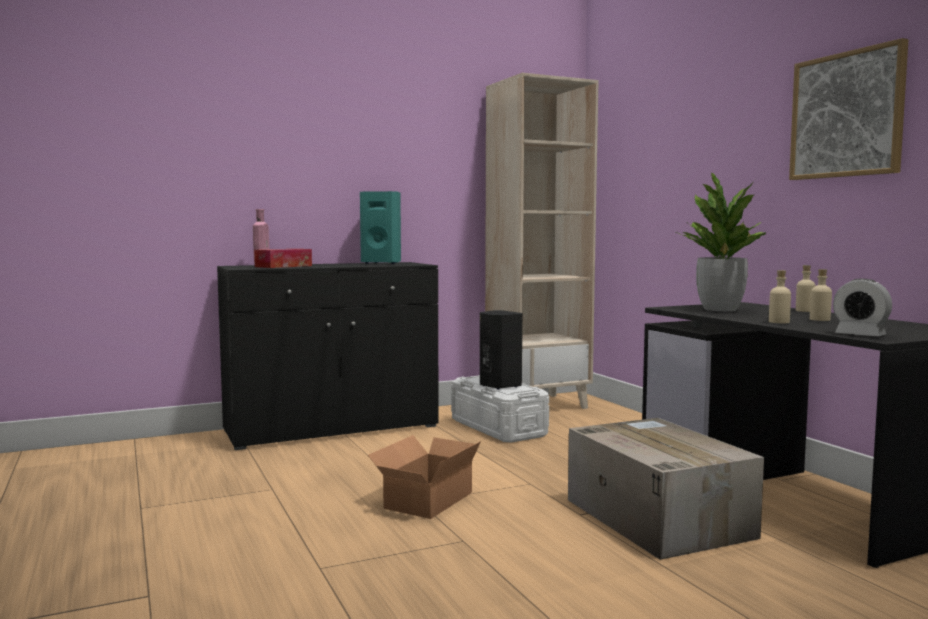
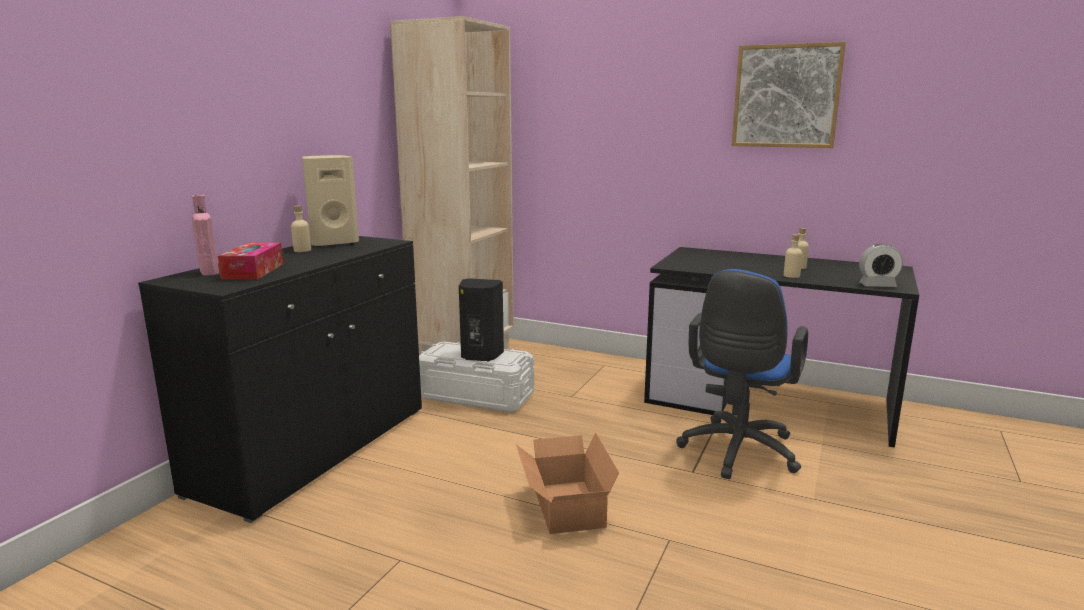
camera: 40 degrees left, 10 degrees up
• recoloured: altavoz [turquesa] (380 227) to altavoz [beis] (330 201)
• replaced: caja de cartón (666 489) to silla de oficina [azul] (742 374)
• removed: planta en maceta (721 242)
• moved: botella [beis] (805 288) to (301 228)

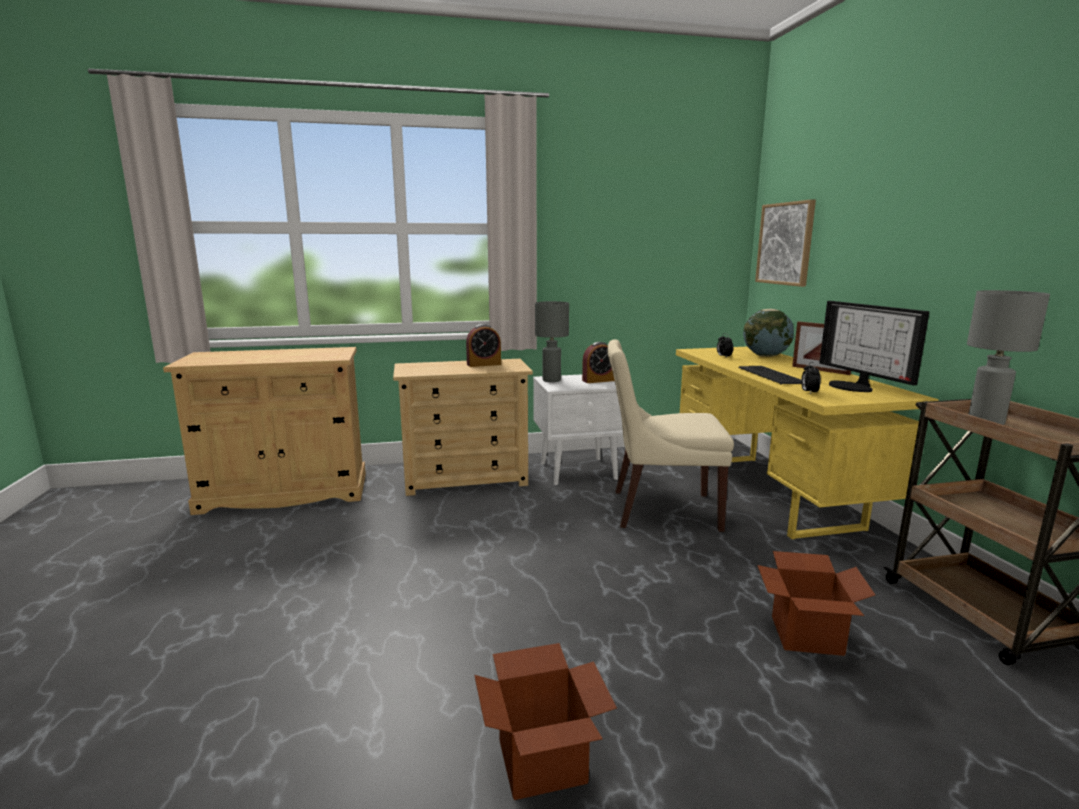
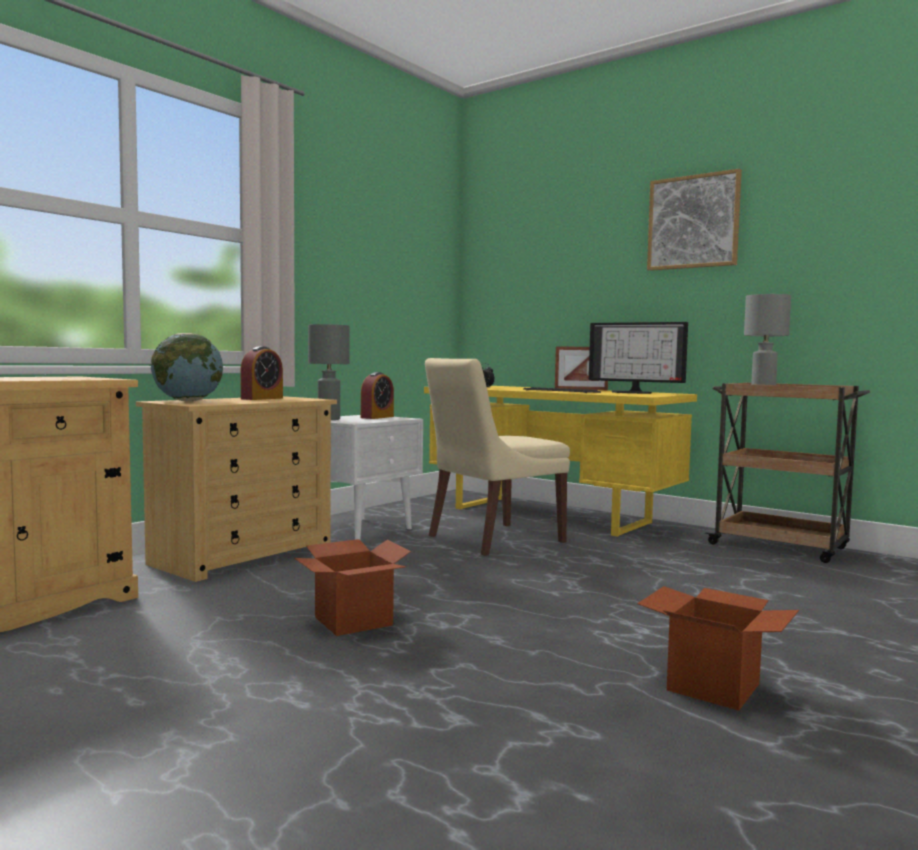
camera: 40 degrees left, 10 degrees down
• moved: globo terráqueo (768 333) to (187 367)
• moved: cuadro (785 243) to (694 219)
• moved: caja de cartón (816 603) to (352 587)
• removed: despertador (811 378)

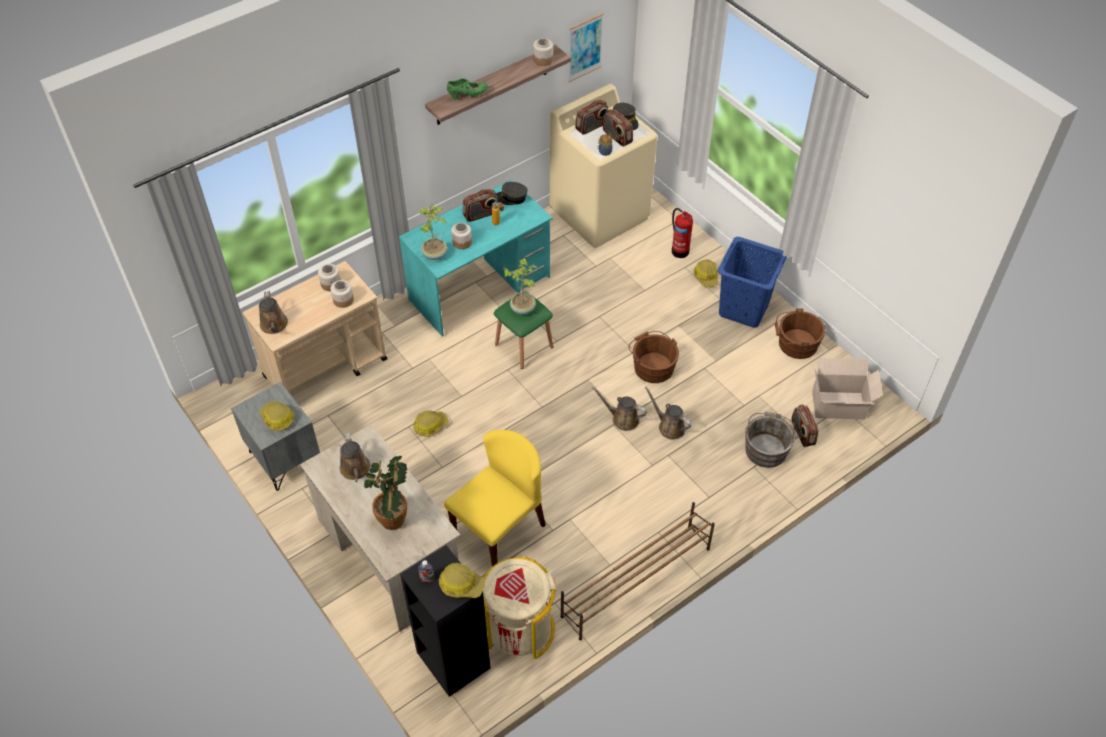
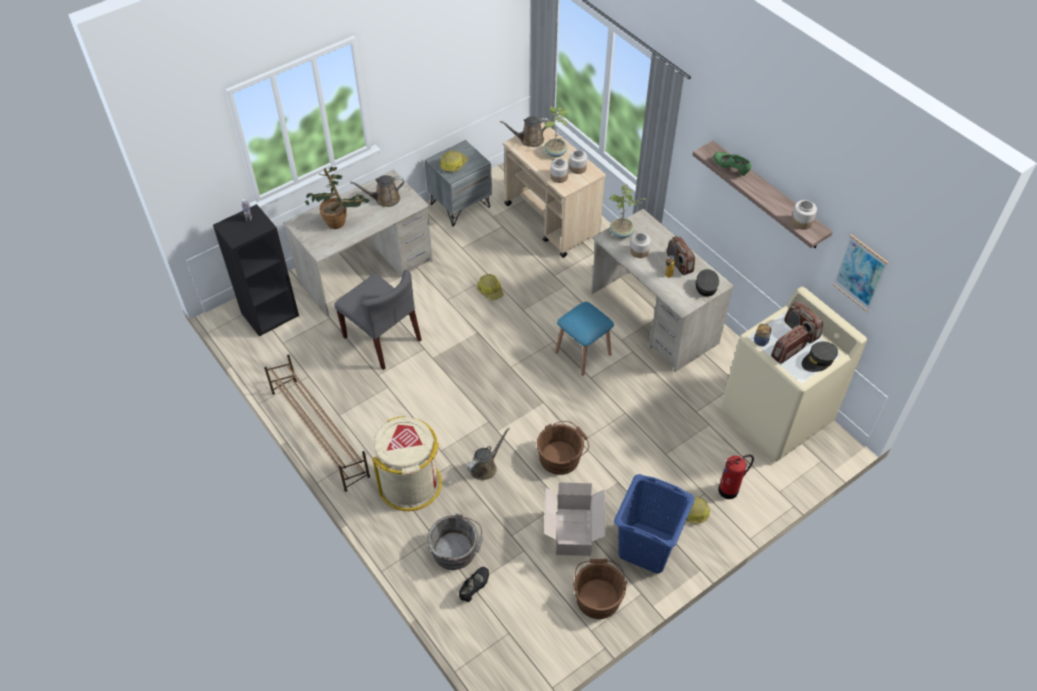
camera: 90 degrees right, 0 degrees up
• recoloured: escritorio [turquesa] (475 258) to escritorio [beis] (662 290)
• removed: casco (462 580)
• recoloured: silla [amarillo] (495 498) to silla [gris] (378 320)
• turned: zapato [verde] (468 89) = (732 164) 150 degrees clockwise
• moved: papelera [beis] (520 608) to (407 463)
• recoloured: taburete [verde] (523 330) to taburete [azul] (584 339)
• moved: planta en maceta (519 286) to (556 132)
• removed: regadera [marrón] (619 408)
• replaced: radio (805 425) to zapato [negro] (474 584)
• moved: caja de cartón (847 389) to (575 519)

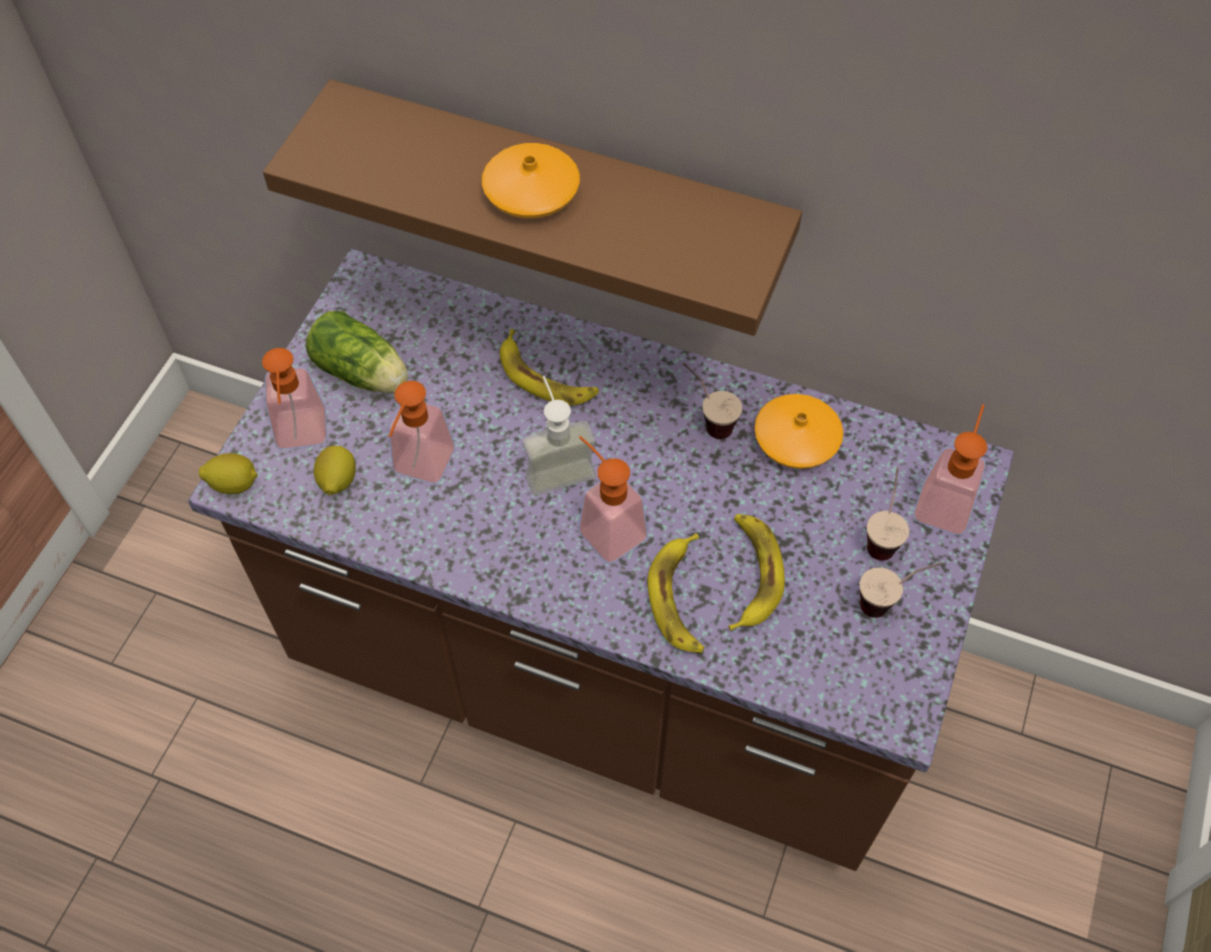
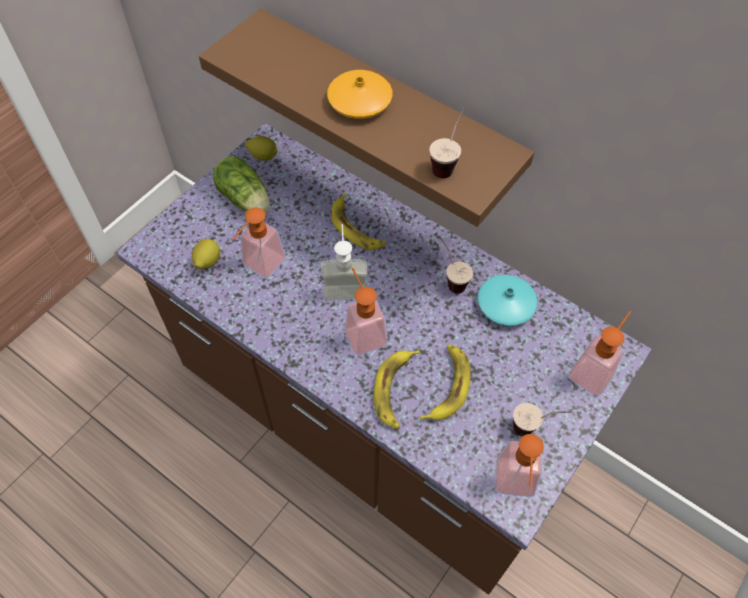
camera: 15 degrees right, 0 degrees up
• moved: limón (228 473) to (262 148)
• moved: dispensador de jabón (294 399) to (519 465)
• recoloured: florero [naranja] (798 431) to florero [turquesa] (508 300)
• moved: taza (888 514) to (447 142)

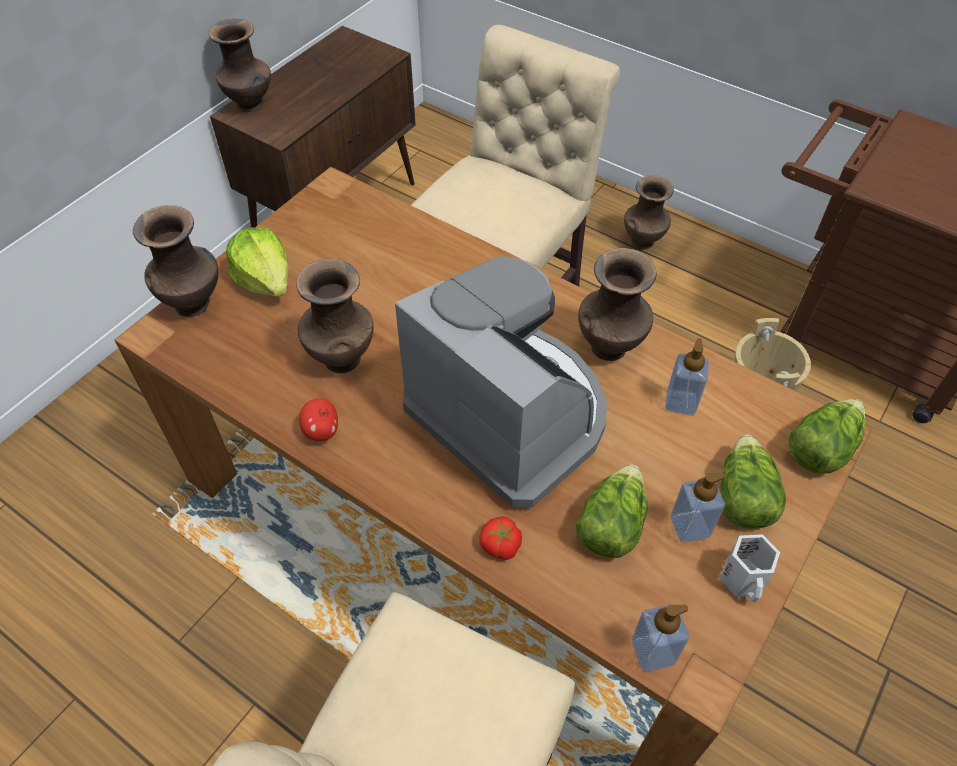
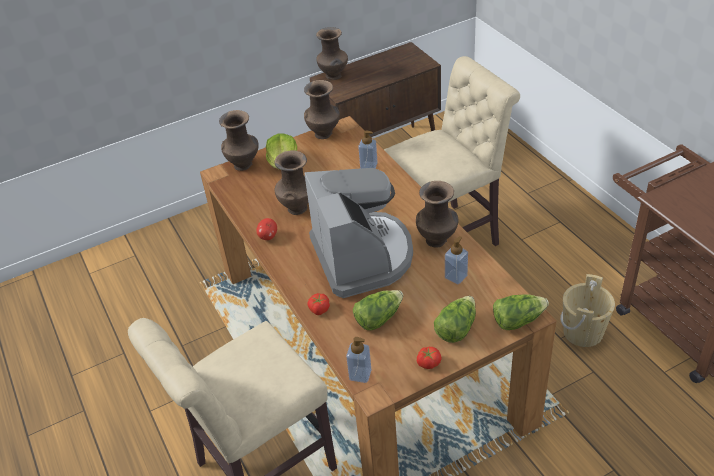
camera: 30 degrees right, 10 degrees down
• moved: florero [marrón] (649 212) to (322 109)
• moved: dispensador de jabón (698 507) to (368 149)
• replaced: taza grande [blanco] (750 568) to tomate (429 358)

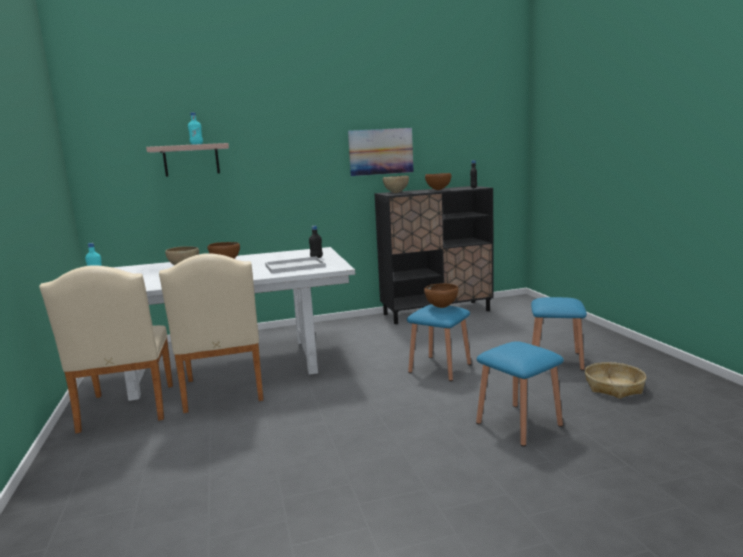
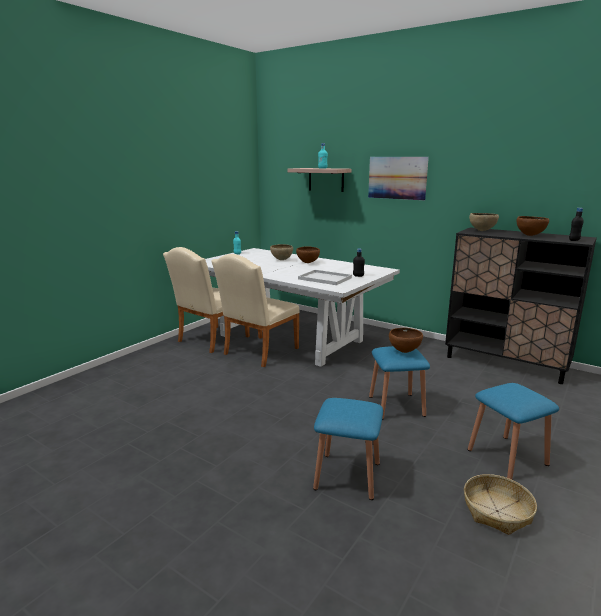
camera: 50 degrees right, 5 degrees up
• moved: cuadro (381 152) to (398 178)

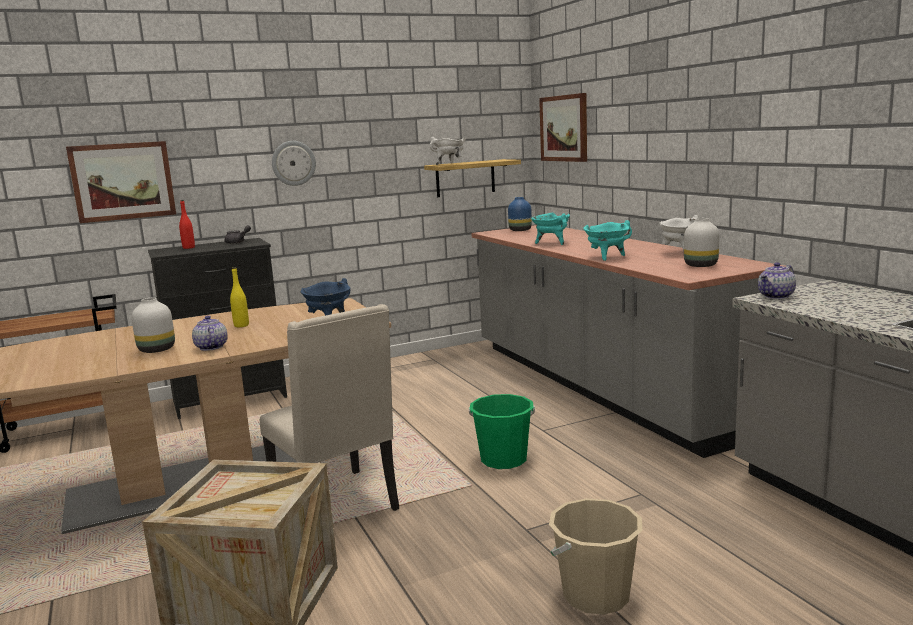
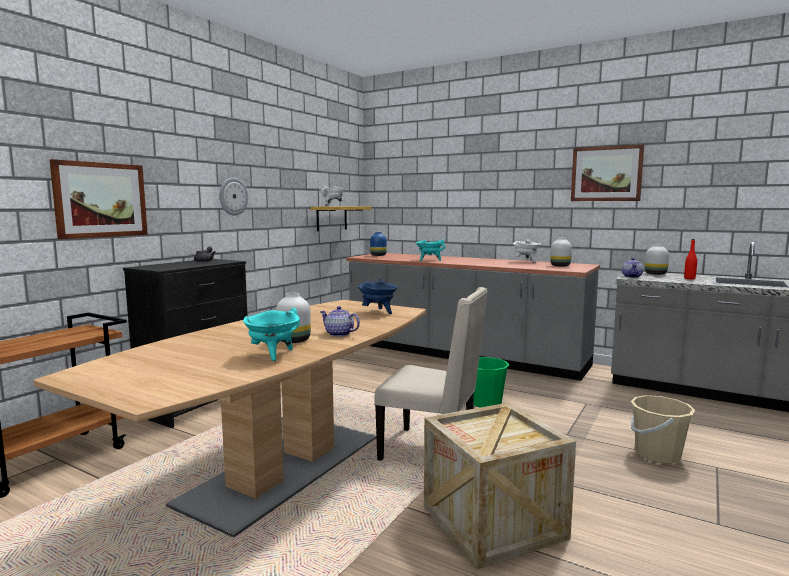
camera: 35 degrees left, 5 degrees down
• moved: botella [rojo] (187 224) to (690 259)
• removed: botella [amarillo] (239 297)
• moved: cuadro (563 127) to (607 172)
• moved: olla [turquesa] (607 240) to (271 334)
• added: florero [blanco] (657 259)

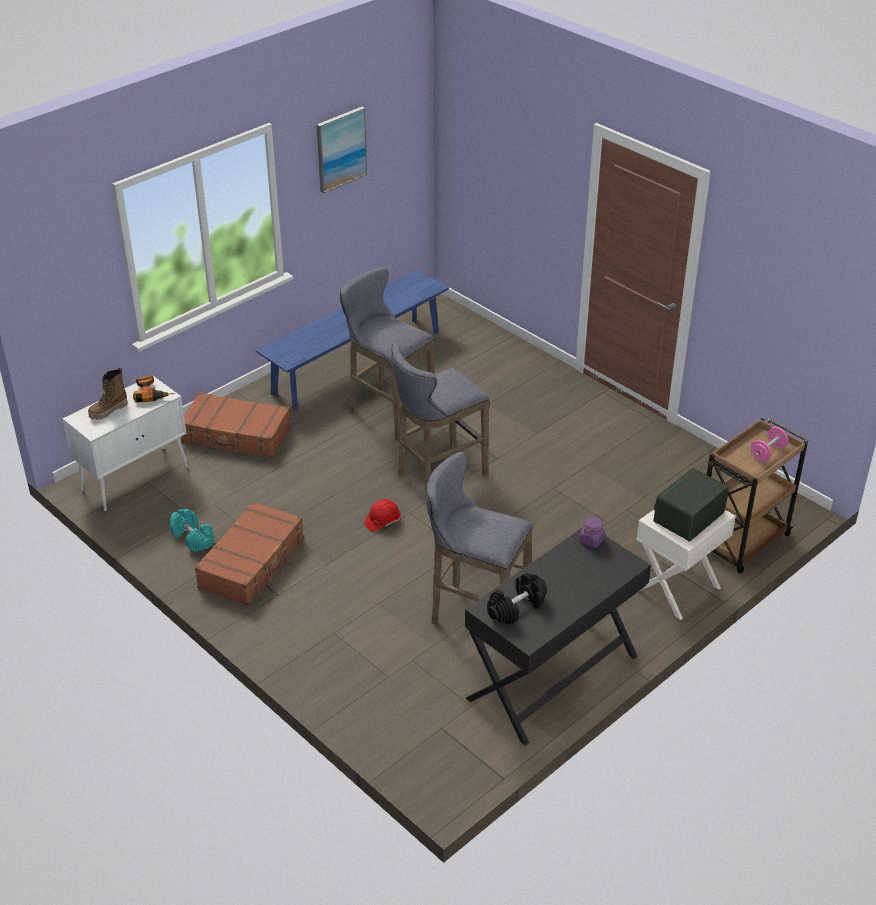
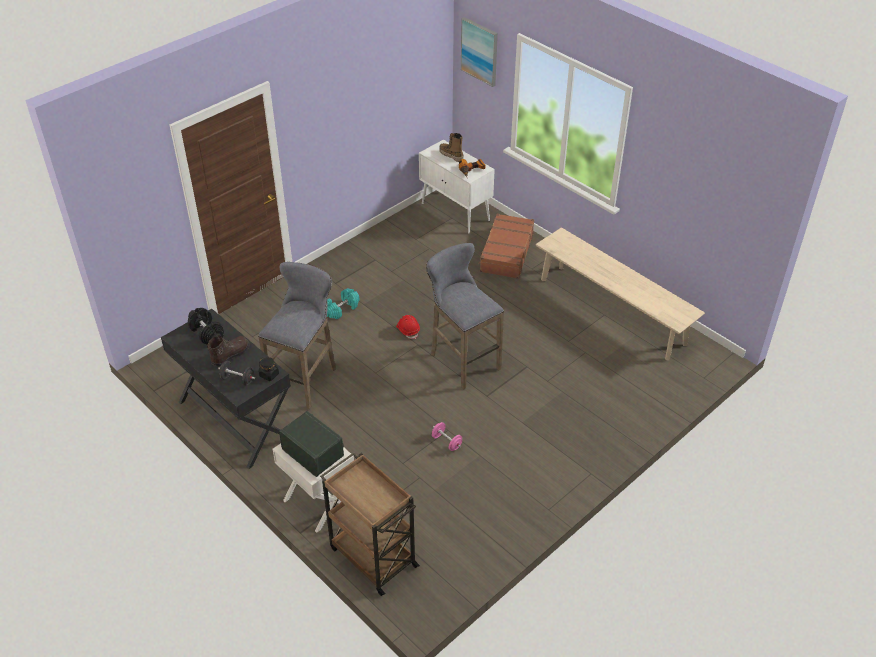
camera: 90 degrees right, 5 degrees up
• moved: mancuerna [turquesa] (192 530) to (343 303)
• removed: maleta [marrón] (249 553)
• recoloured: banco [azul] (352 340) to banco [beis] (620 294)
• moved: cuadro (342 150) to (479 52)
• removed: taburete [gris] (387 354)
• recoloured: tarro [morado] (592 532) to tarro [negro] (269 369)
• moved: mancuerna [rosa] (769 444) to (447 436)
• added: bota [marrón] (228 351)
• added: mancuerna [negro] (236 373)

